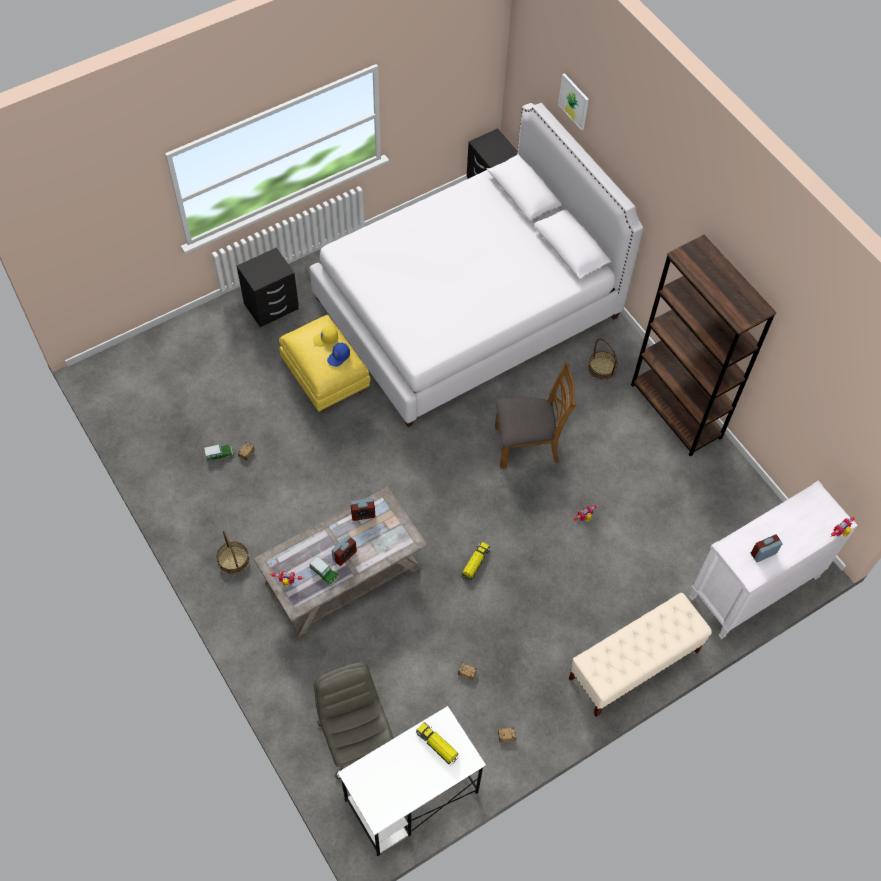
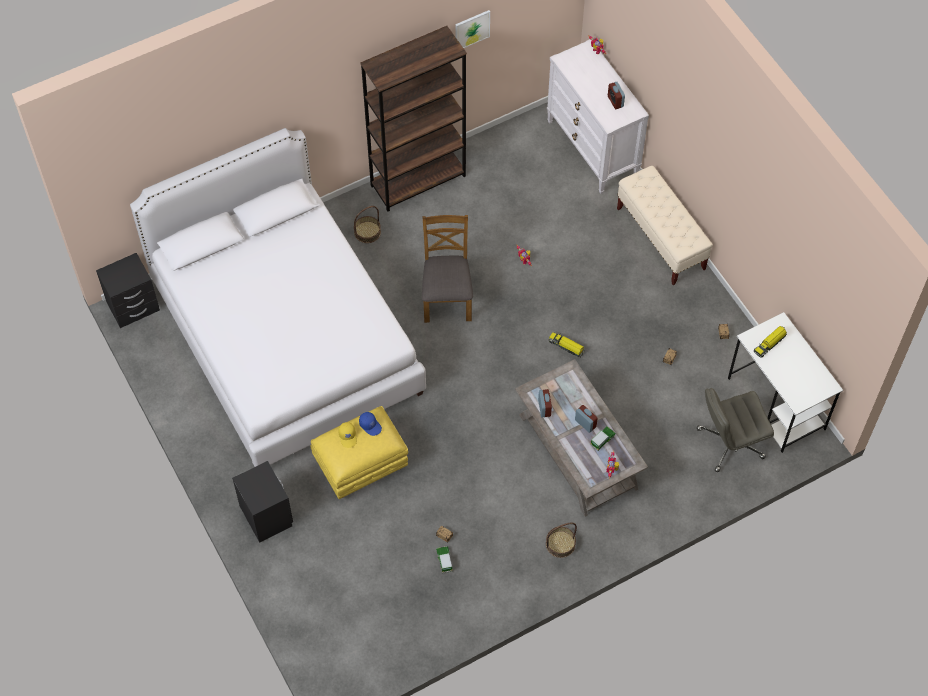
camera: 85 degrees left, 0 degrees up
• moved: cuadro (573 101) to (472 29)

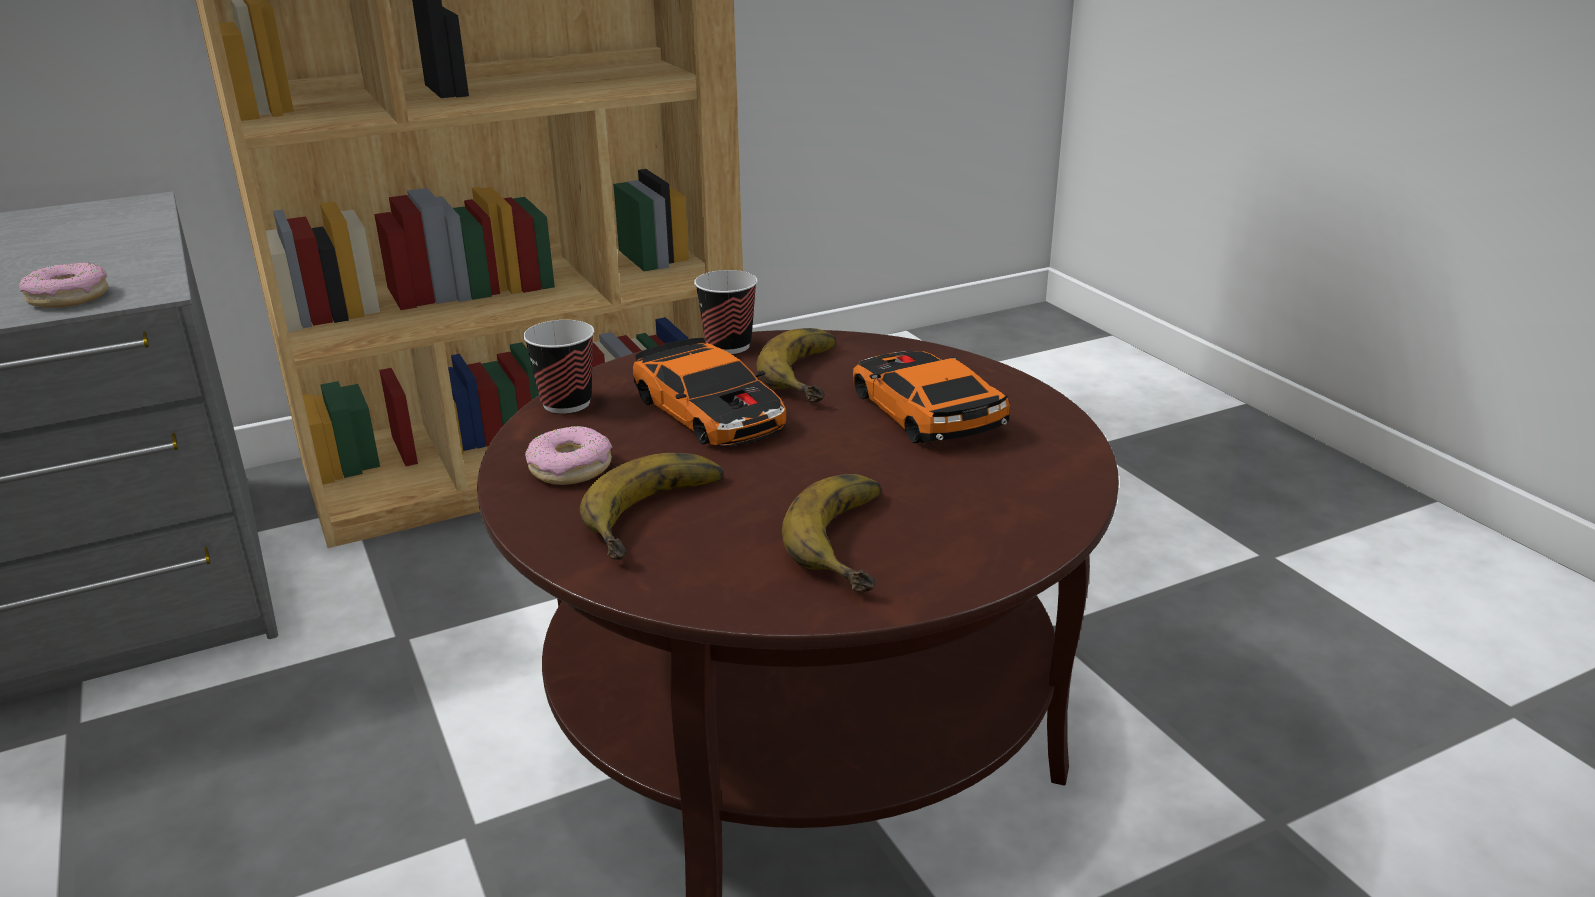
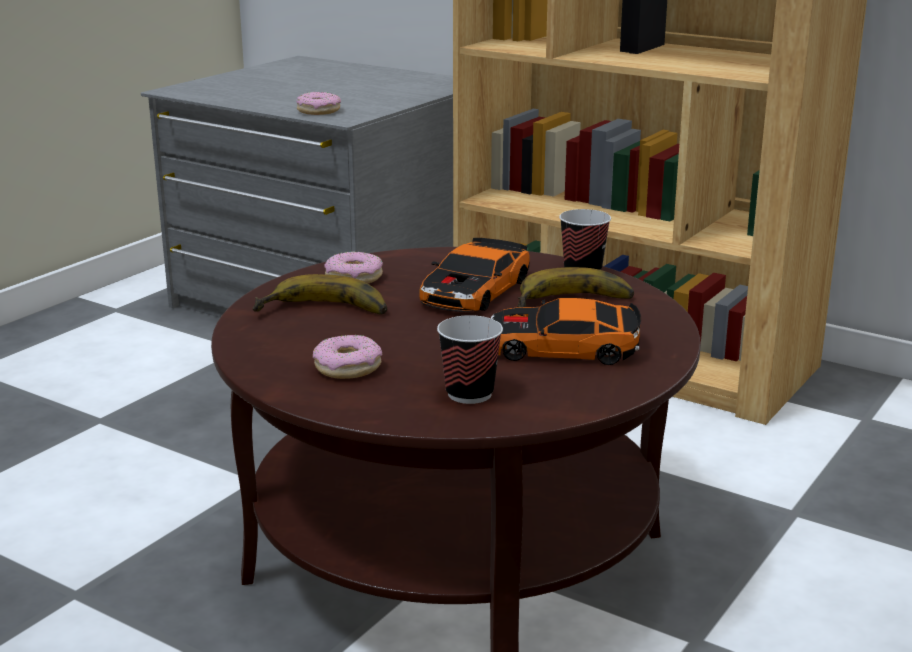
camera: 60 degrees right, 5 degrees down
• moved: taza (558 367) to (470 359)
• replaced: plátano (831 533) to rosquilla (347 357)
• turned: coche de juguete (931 397) = (566 331) 120 degrees counterclockwise

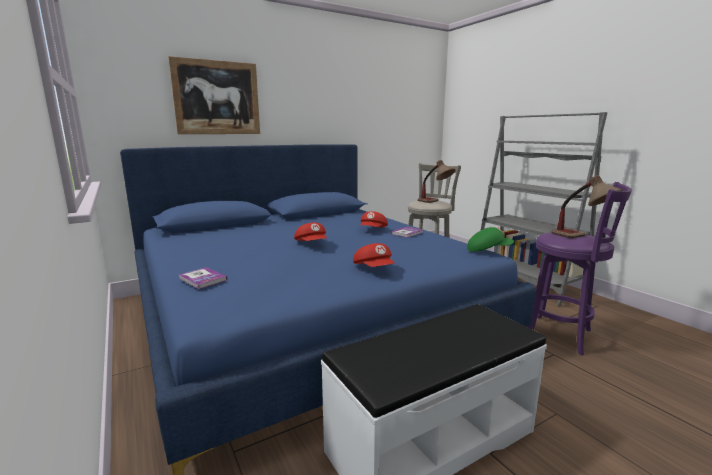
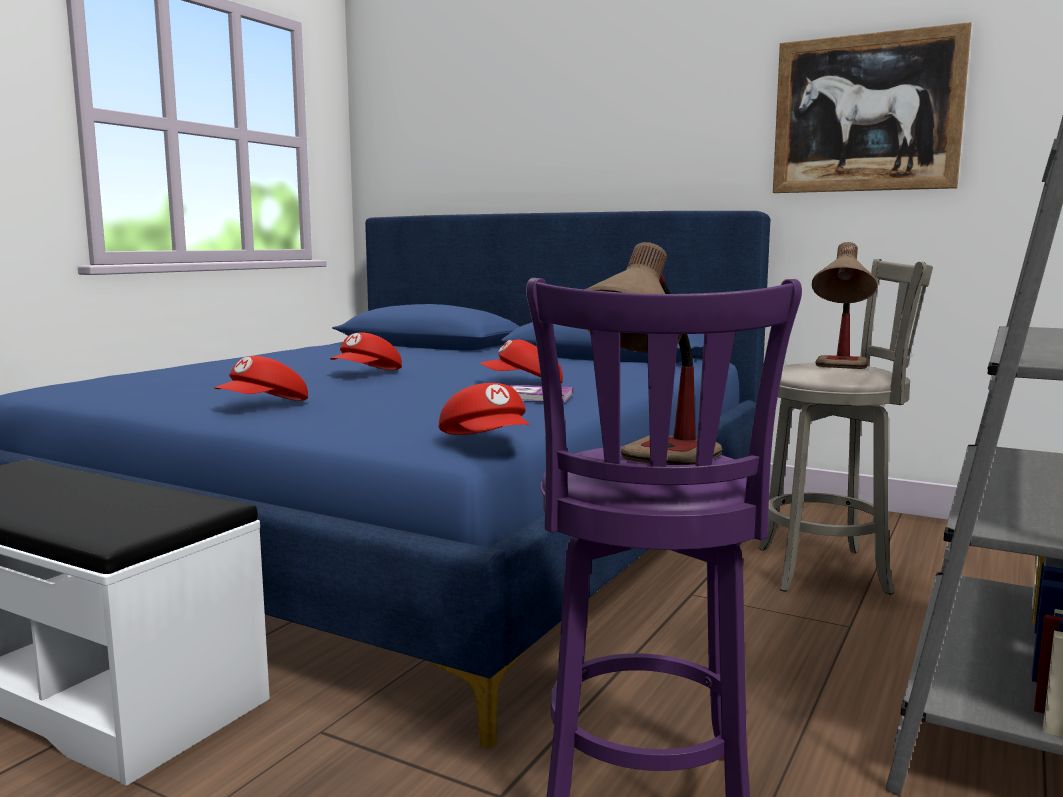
camera: 60 degrees right, 5 degrees down
• moved: cuadro (214 95) to (872 107)
• removed: libro (203 278)
• recoloured: gorra [verde] (490 239) to gorra [rojo] (484 409)

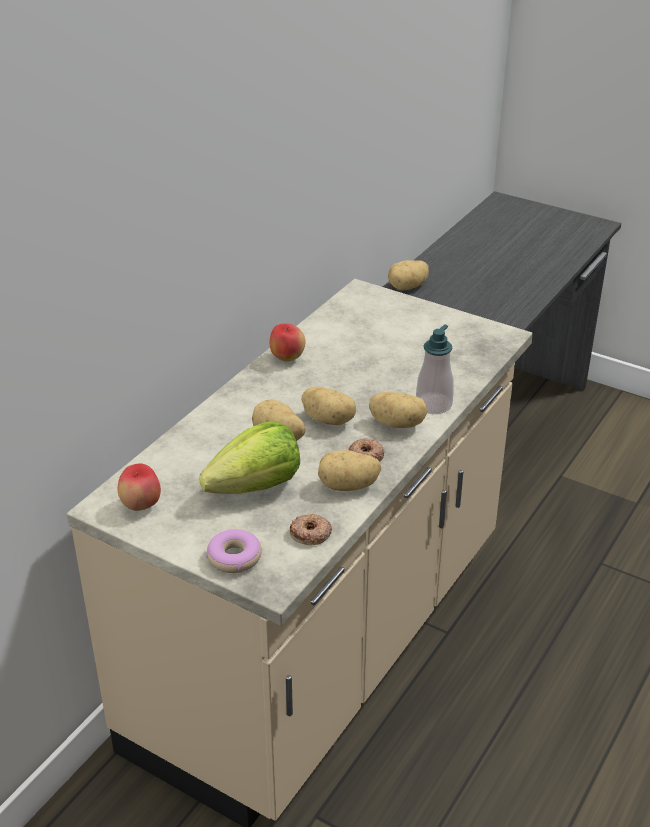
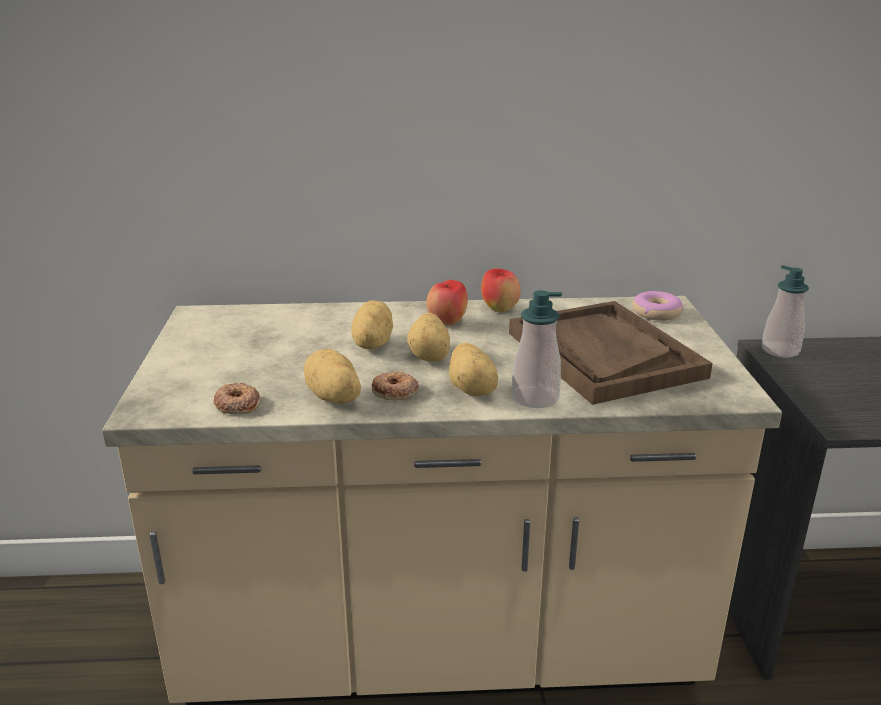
camera: 55 degrees right, 10 degrees down
• moved: manzana (139 487) to (447 302)
• removed: lechuga (249 457)
• moved: rosquilla (234 551) to (657 306)
• replaced: patata (408 275) to dispensador de jabón (785 311)
• added: bandeja [marrón] (611 353)

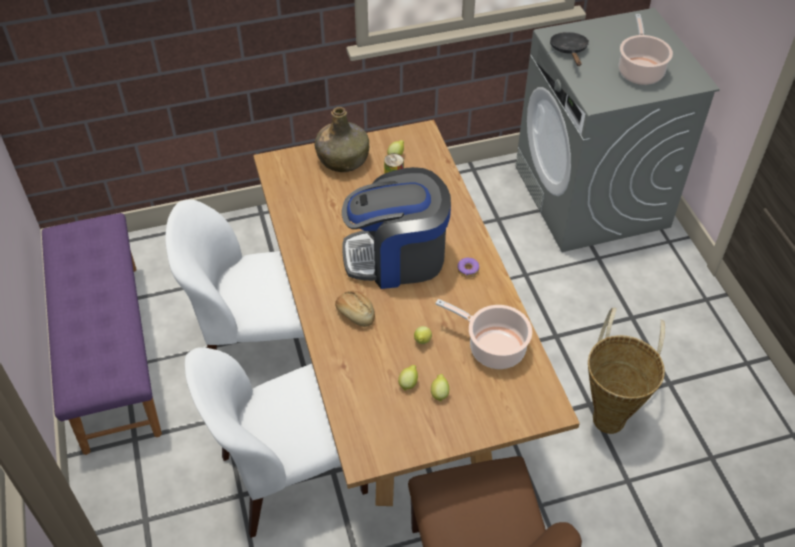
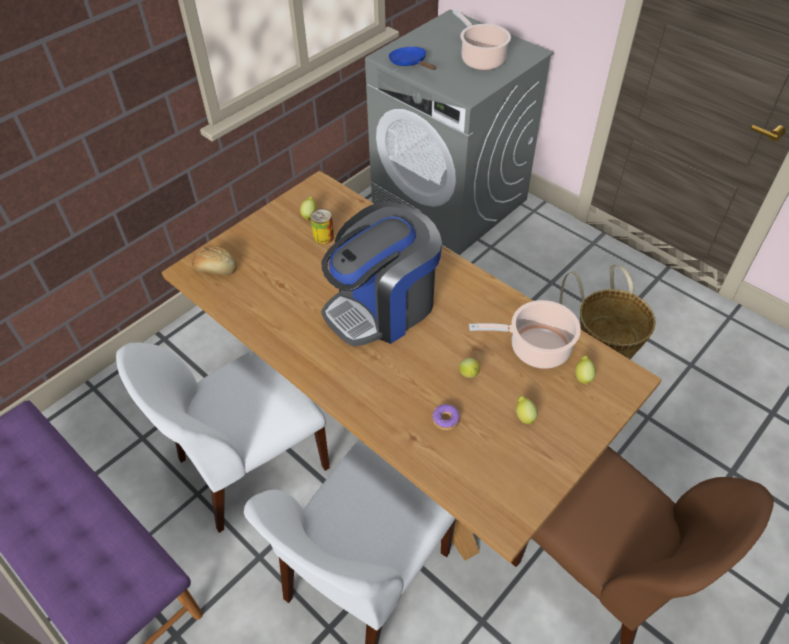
camera: 30 degrees left, 0 degrees up
• removed: botella [verde] (342 139)
• moved: pan (355 309) to (214 260)
• moved: limón (408 378) to (585 370)
• moved: rosquilla (468 267) to (446 417)
• recoloured: sartén [negro] (569 49) to sartén [azul] (412 58)

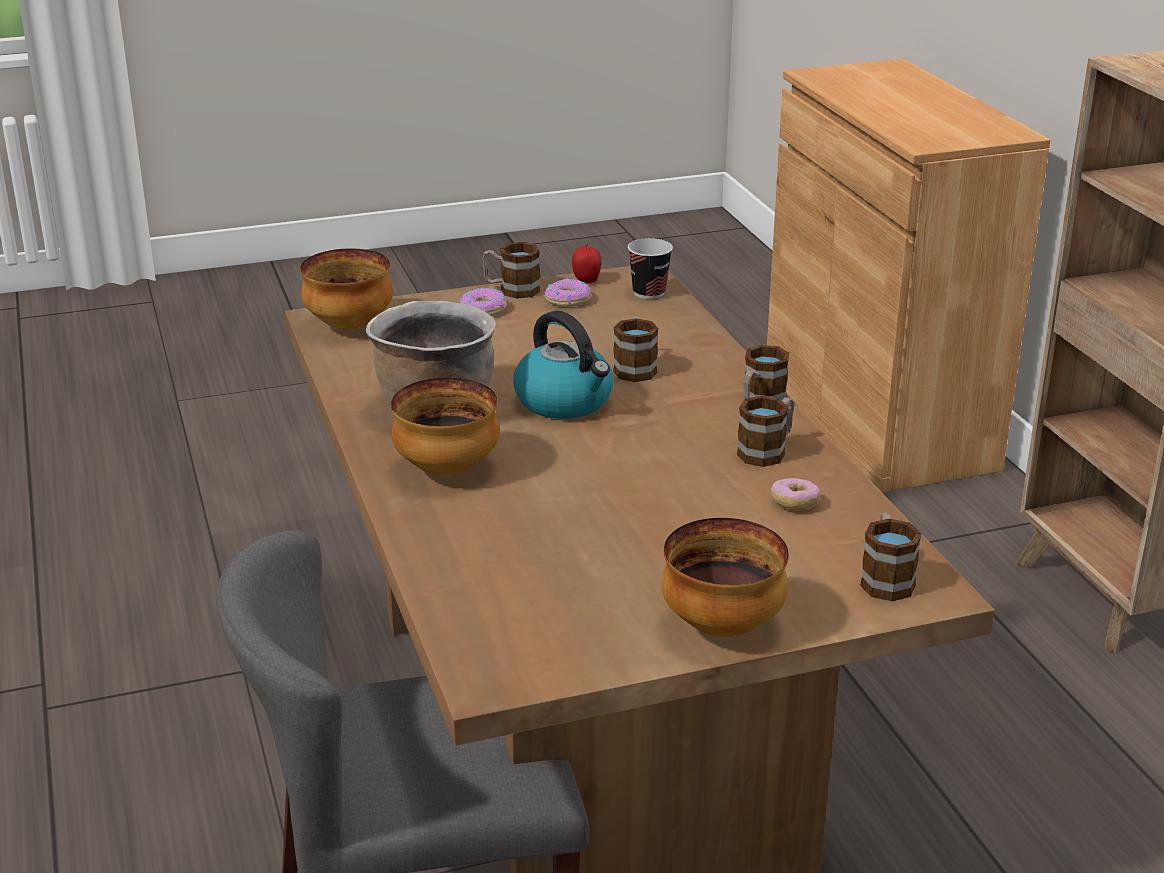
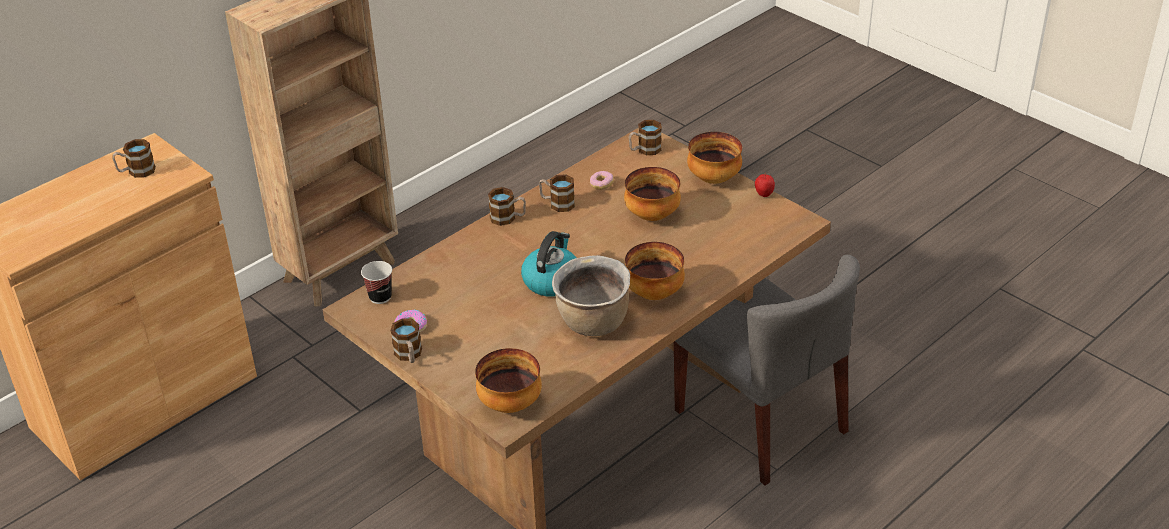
camera: 115 degrees left, 10 degrees up
• removed: rosquilla (483 301)
• moved: manzana (586 263) to (765 185)
• moved: taza grande (635 349) to (134 158)
• added: cuenco (652 194)

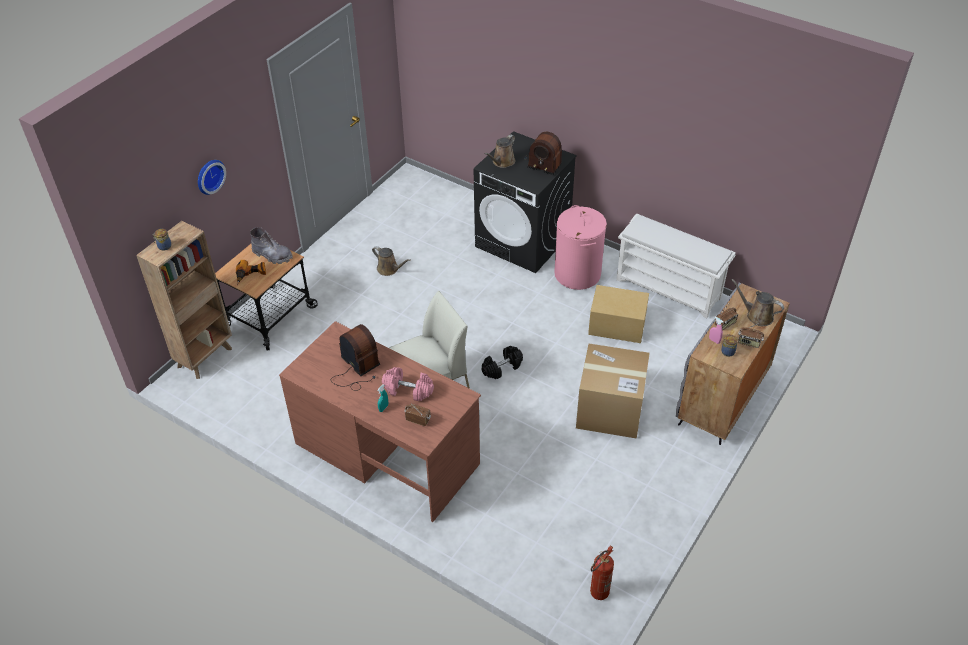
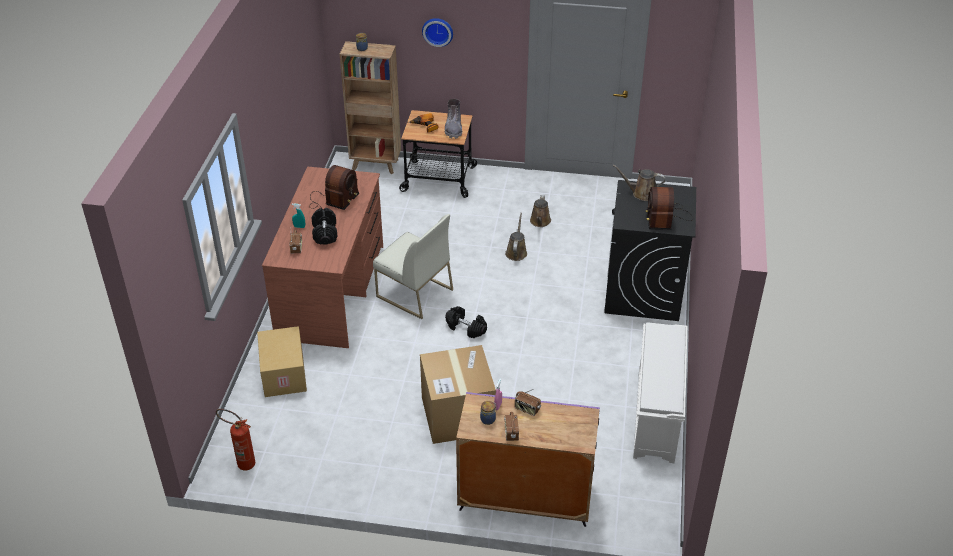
camera: 65 degrees right, 5 degrees down
• recoloured: mancuerna [rosa] (408 384) to mancuerna [negro] (324 226)
• removed: cesto de la ropa [rosa] (580 247)
• moved: caja de cartón (618 314) to (282 361)
• recoloured: armario [gris] (733 364) to armario [morado] (528 459)
• moved: regadera [marrón] (757 302) to (516 237)

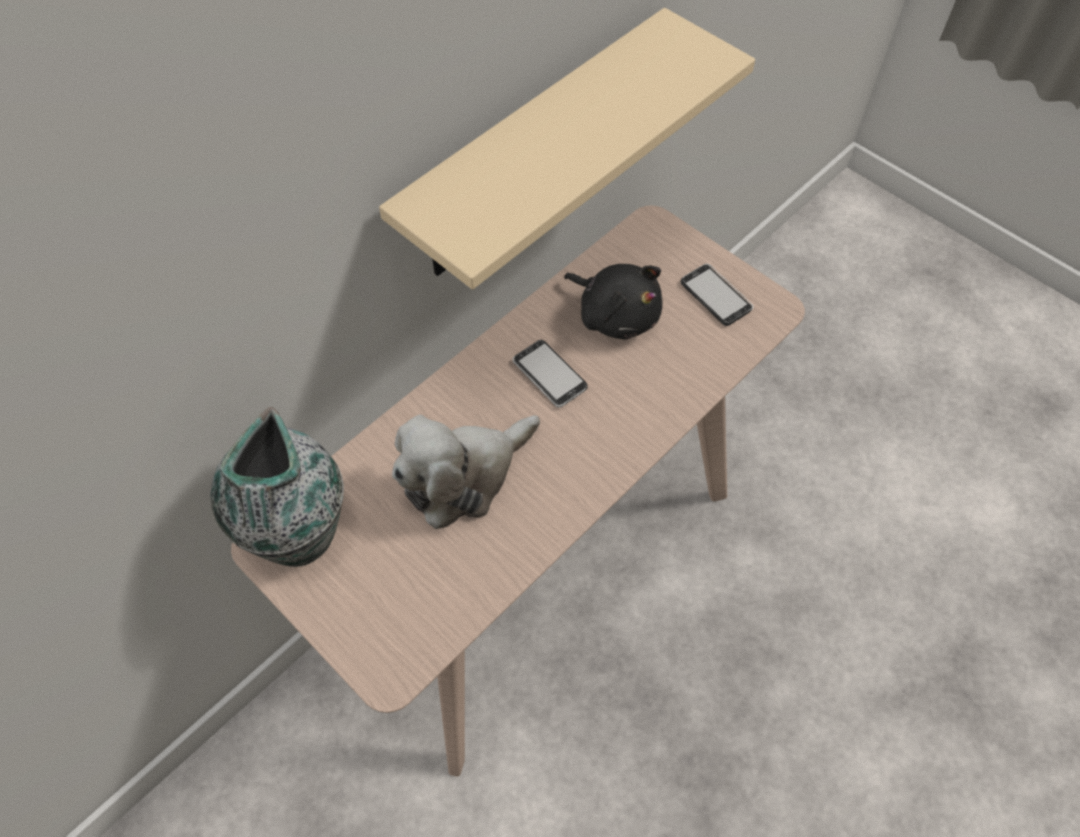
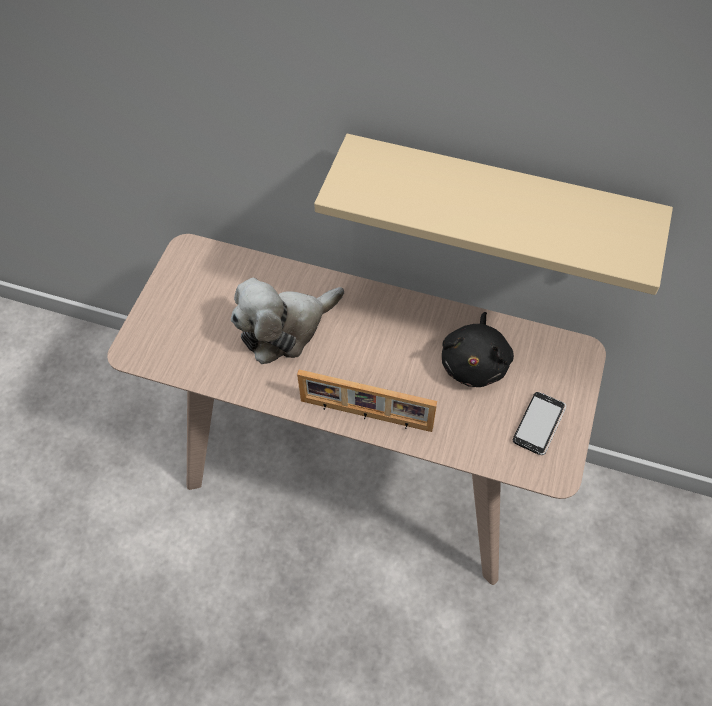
camera: 65 degrees right, 0 degrees up
• removed: florero (277 487)
• turned: peluche (466 472) = (287 321) 60 degrees counterclockwise
• removed: móvil (550 374)
• added: portarretratos (367 401)

